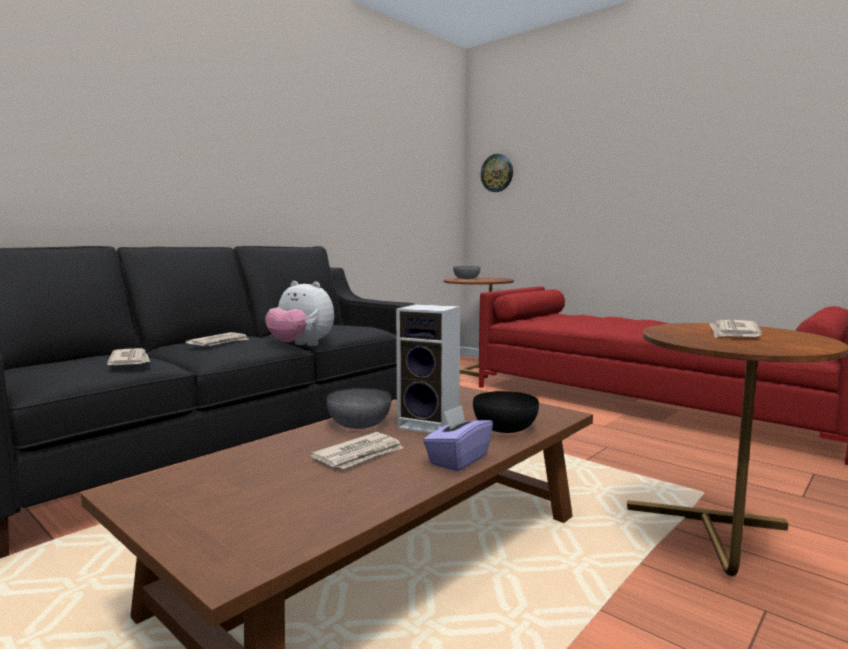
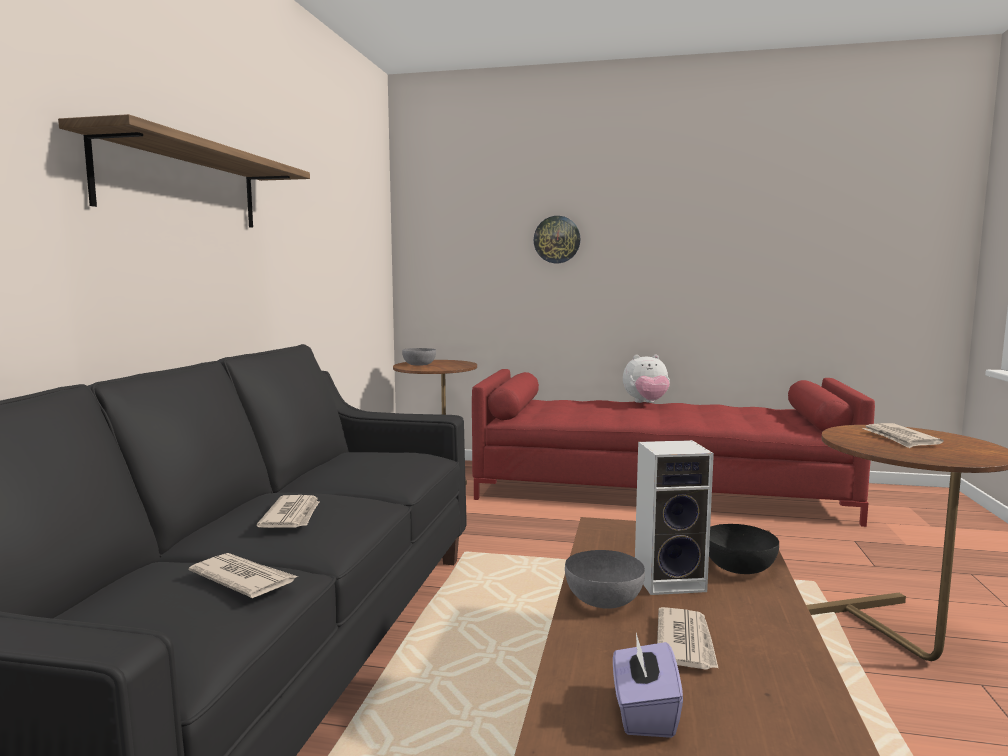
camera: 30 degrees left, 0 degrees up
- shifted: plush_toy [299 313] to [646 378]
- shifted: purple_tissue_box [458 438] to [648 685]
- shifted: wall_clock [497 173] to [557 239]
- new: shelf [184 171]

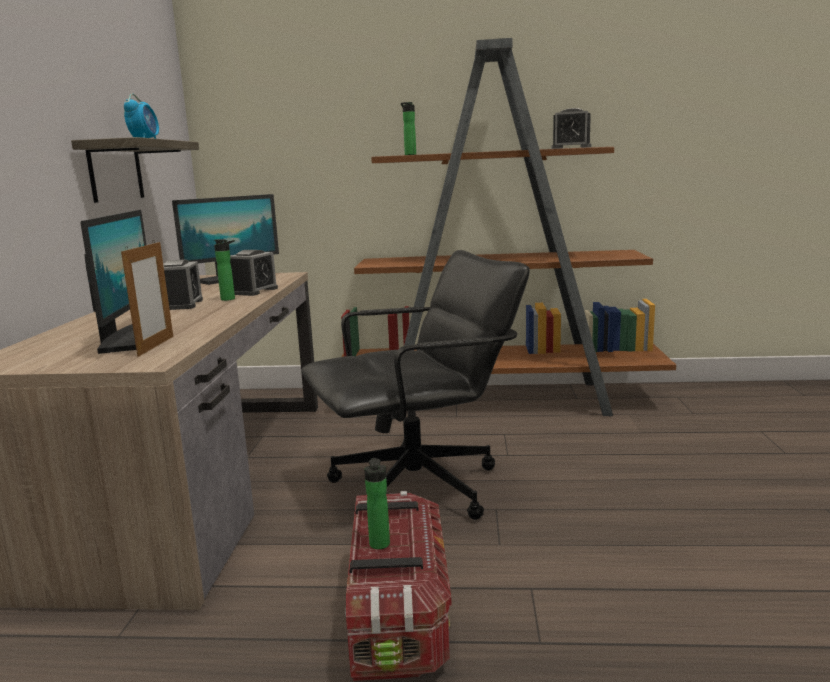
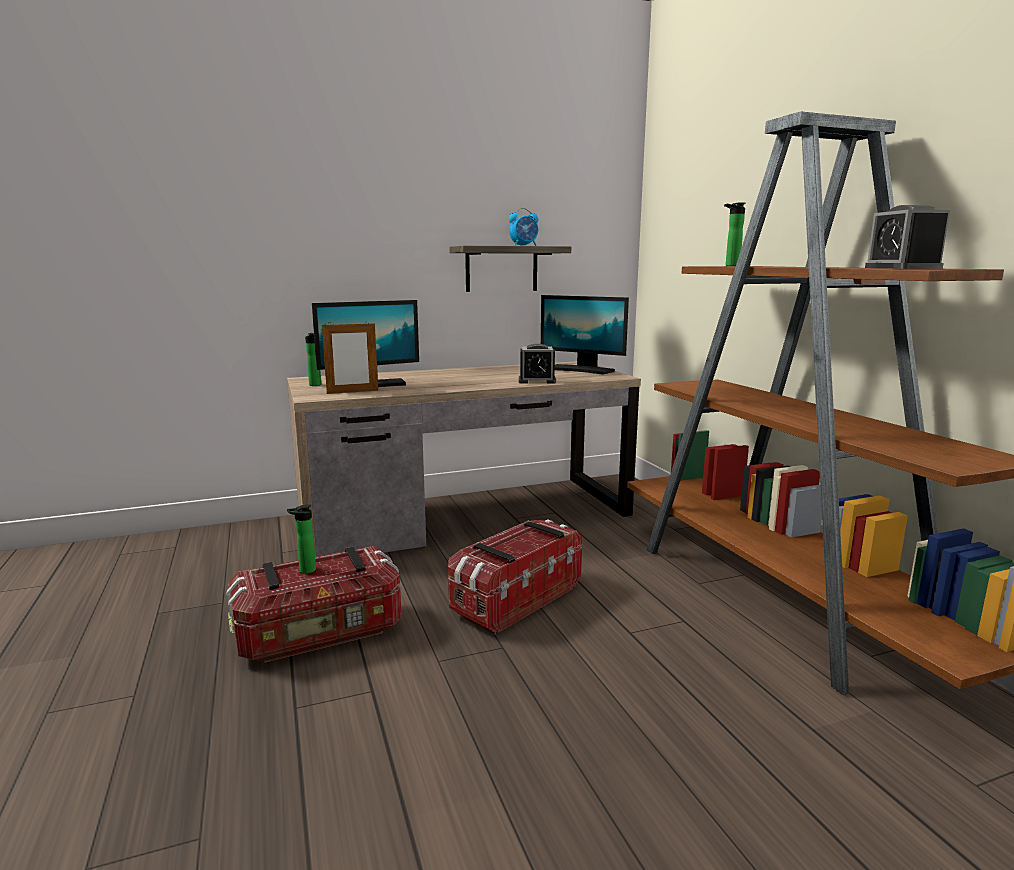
camera: 65 degrees right, 0 degrees up
- gone: alarm_clock [183 284]
- shifted: bottle [224 270] to [313 359]
- swapped: black_office_chair [416 385] to storage_box [515 577]

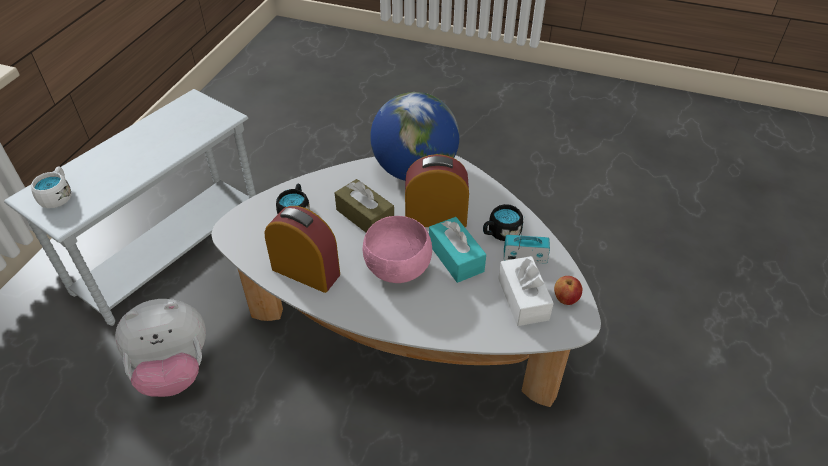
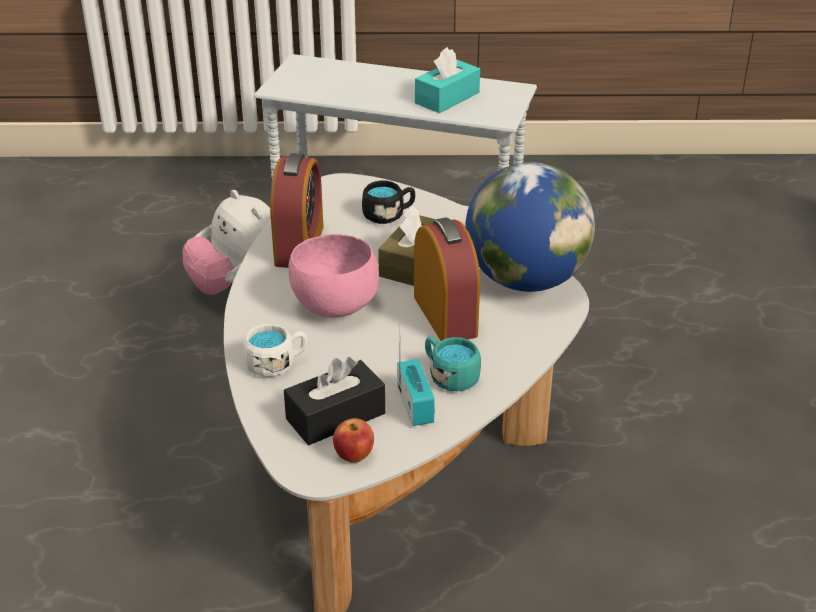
camera: 70 degrees right, 10 degrees down
- shifted: white_mug [51 187] to [275 350]
- shifted: turquoise_tissue_box [457 250] to [447 80]
- repainted: black_mug [503 222] to turquoise_mug [453 363]
- repainted: white_tissue_box [526 291] to black_tissue_box [334 401]

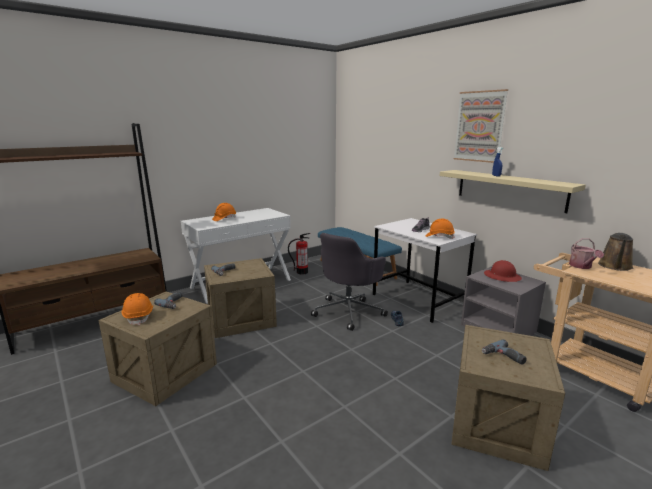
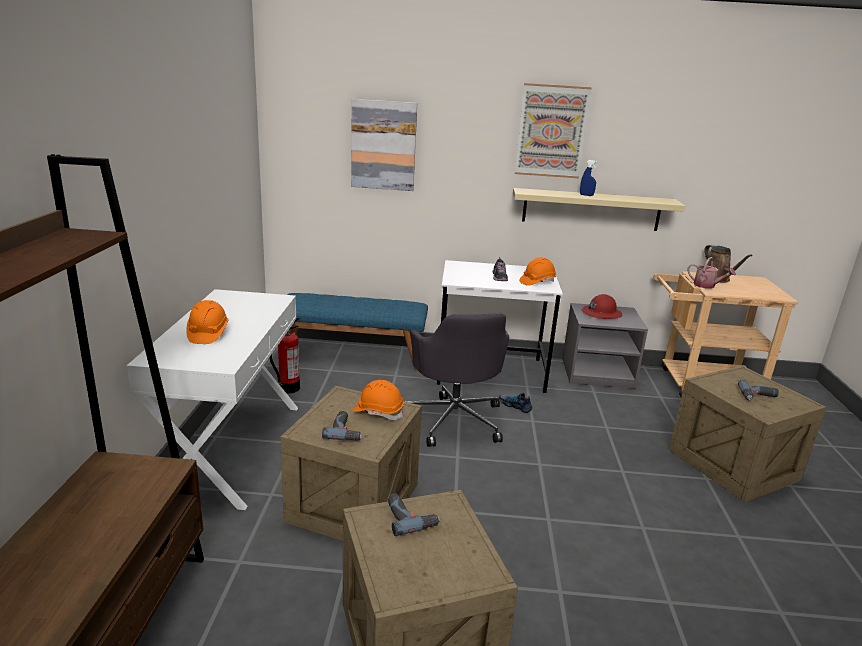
camera: 50 degrees left, 5 degrees up
- shifted: orange_hard_hat [137 309] to [378 400]
- new: picture [384 145]

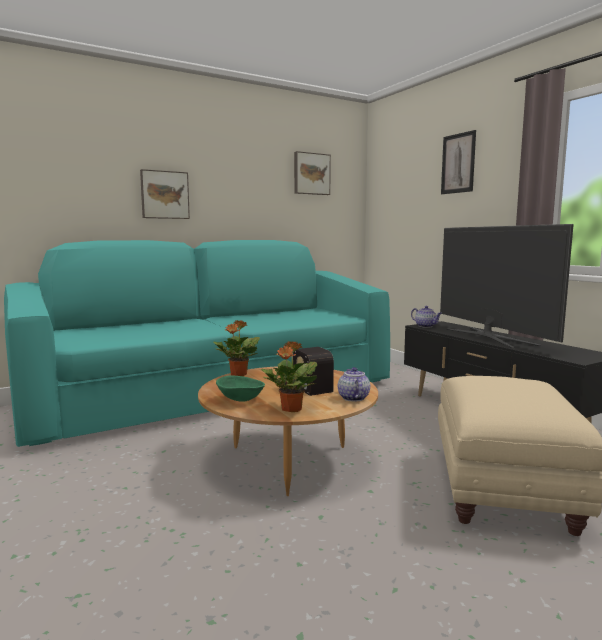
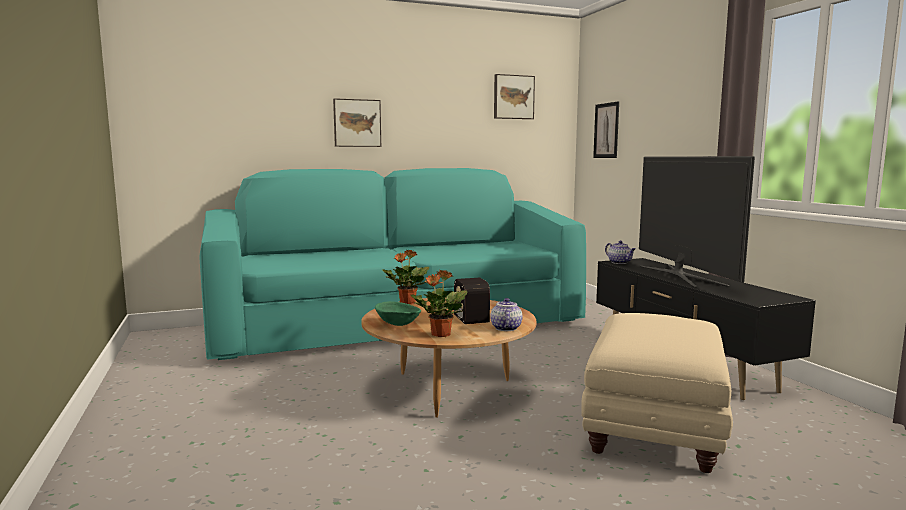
camera: 10 degrees right, 0 degrees up
- shifted: picture [458 162] to [606 129]

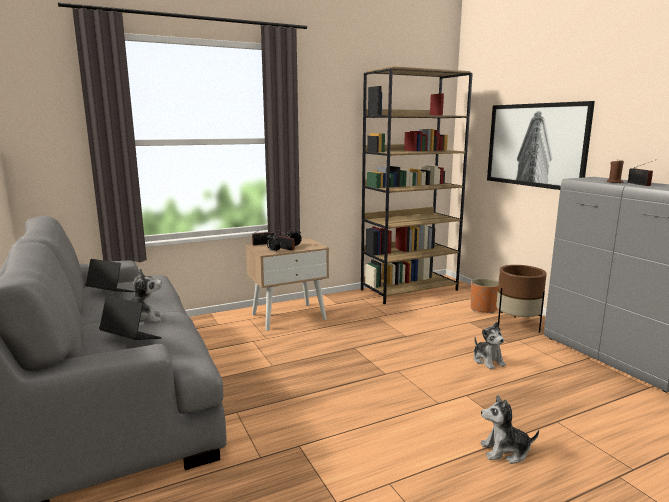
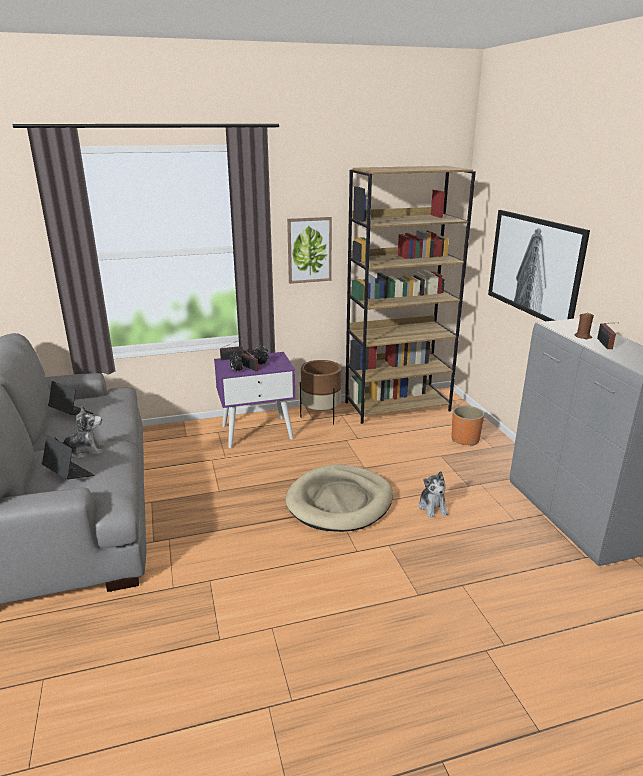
camera: 10 degrees right, 10 degrees up
- repainted: beige_nightstand [287 284] to purple_nightstand [255 400]
- gone: plush_toy [510 429]
- shifted: brown_planter [521 299] to [320 392]
- new: beige_dog_bed [339 498]
- new: picture [309 250]

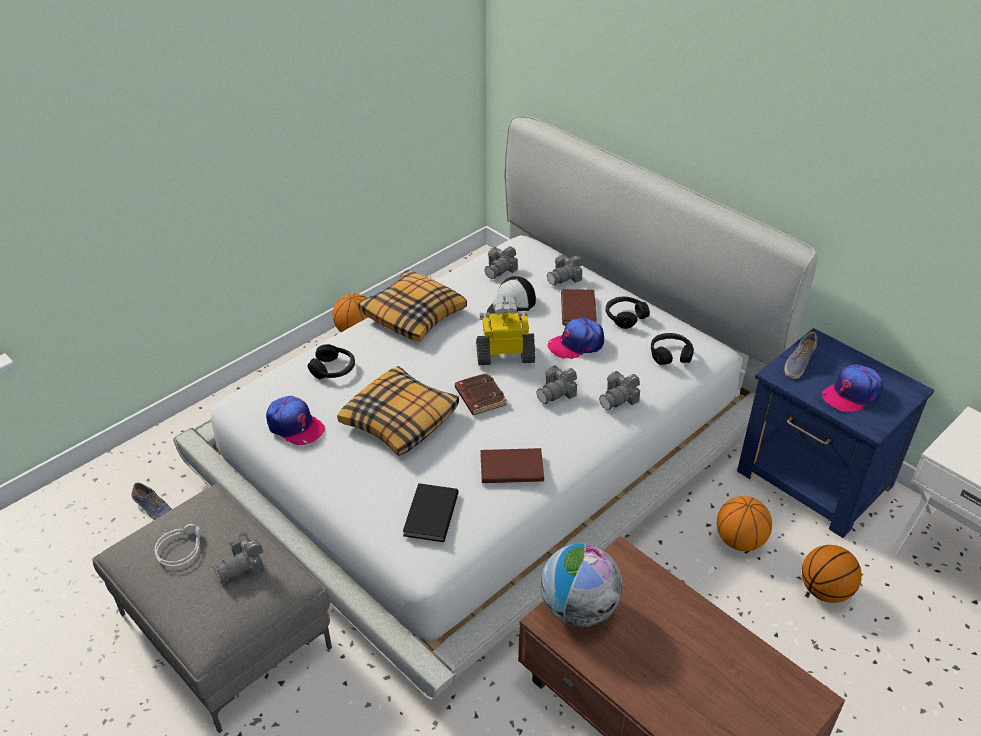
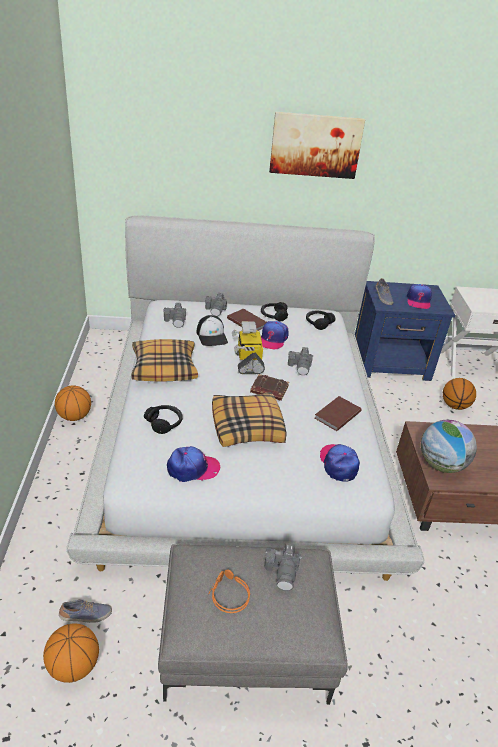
camera: 50 degrees left, 5 degrees down
- repainted: grey_headphones [178 545] to orange_headphones [229 591]
- swapped: black_book [431 512] to cap [340 463]
- rotated: toy_robot [505 330] = [248 347] 45 degrees counterclockwise
- gone: photo_camera [619 390]
- shifted: basketball [744 523] to [71 653]
- new: picture [317 145]

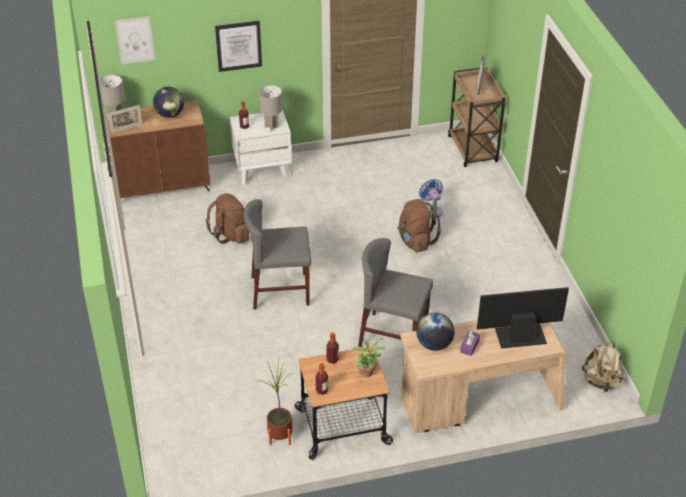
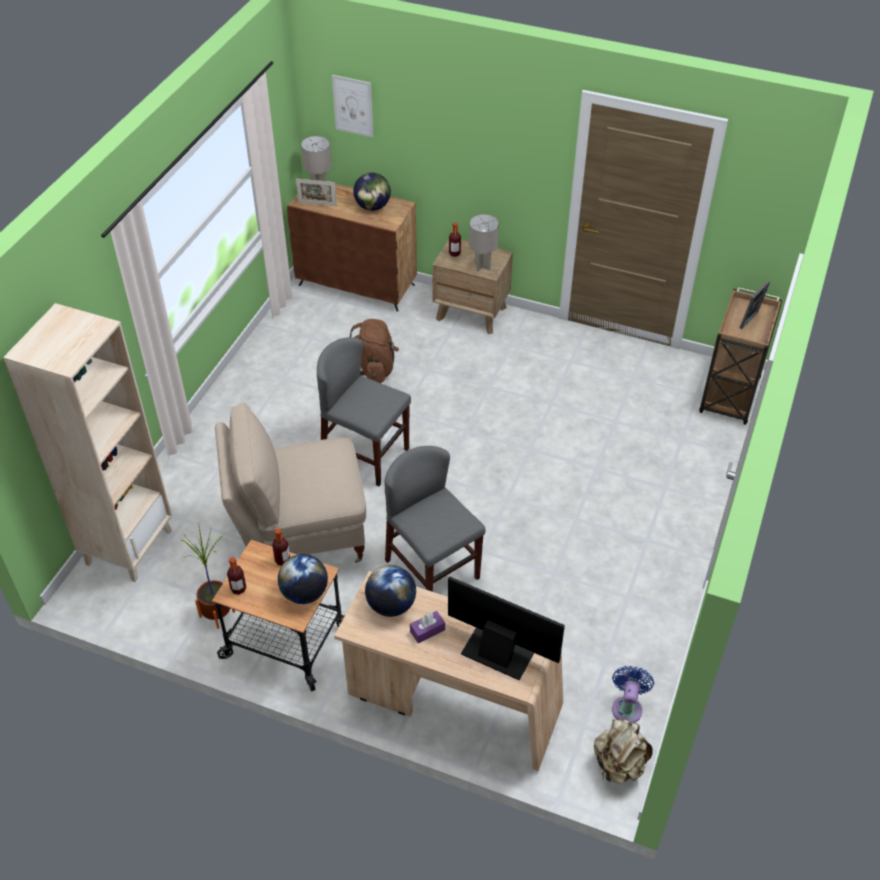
camera: 35 degrees right, 5 degrees up
- gone: picture [238 46]
- repainted: white_nightstand [261 147] to brown_nightstand [473 286]
- swapped: potted_plant [368 357] to globe [303 579]
- gone: brown_backpack [419 225]
- shifted: blue_fan [431 198] to [633 694]
- new: beige_bookcase [87 442]
- new: beige_chair [290 483]

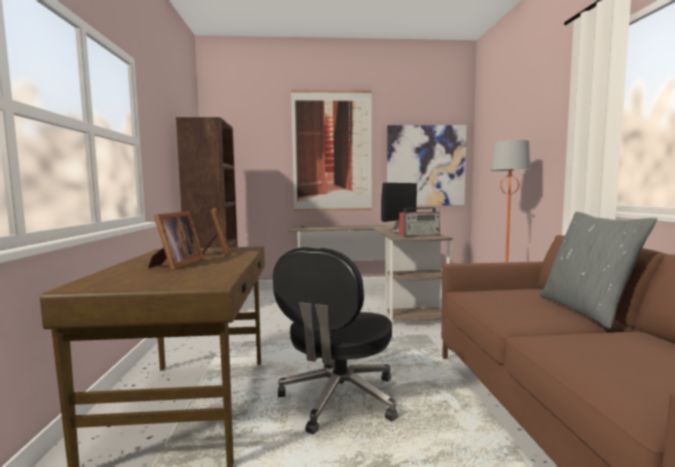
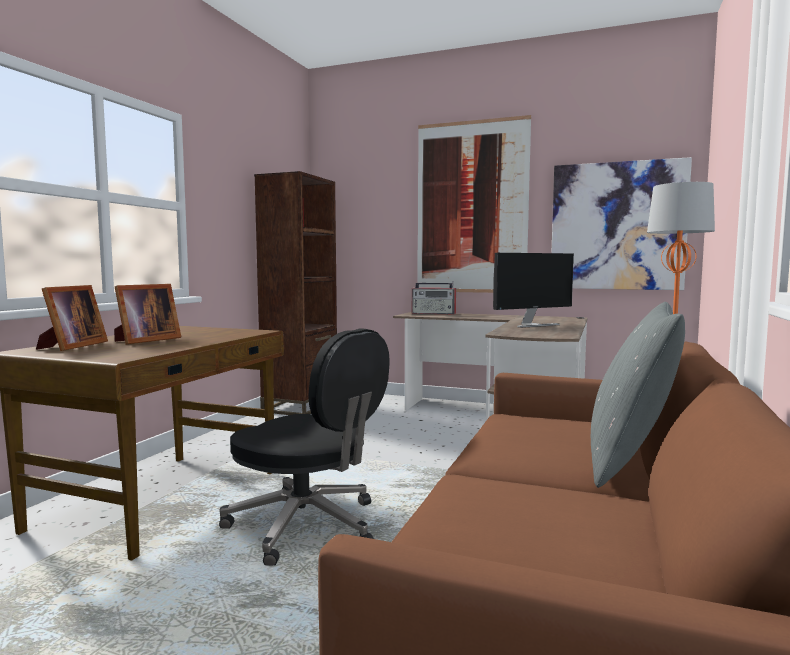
camera: 25 degrees right, 0 degrees up
- shifted: picture_frame [215 231] to [72 318]
- rotated: black_office_chair [335 341] = [304 447] 105 degrees counterclockwise
- shifted: radio [419 221] to [434 297]

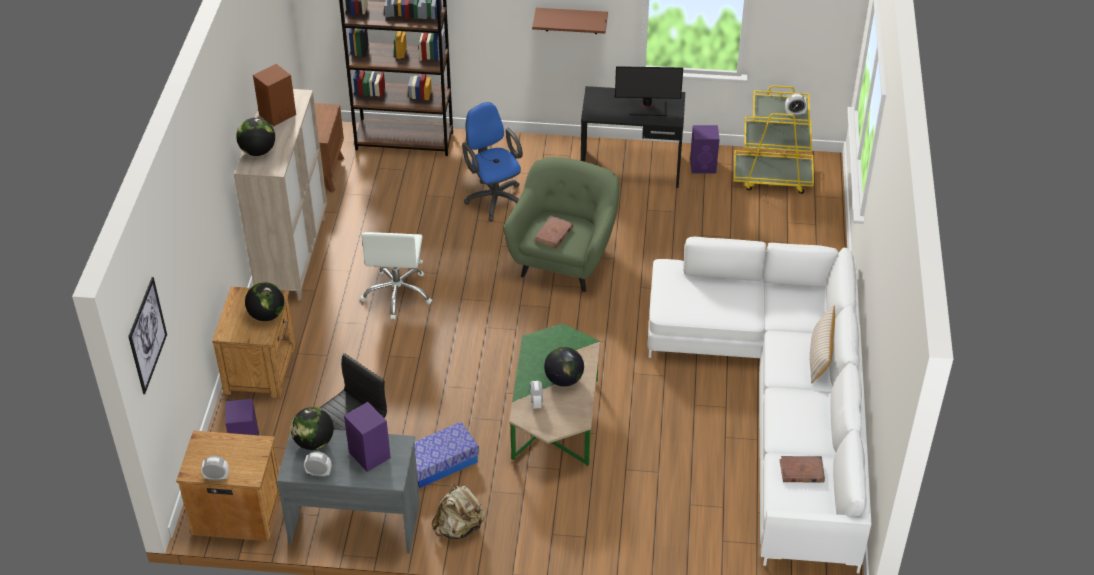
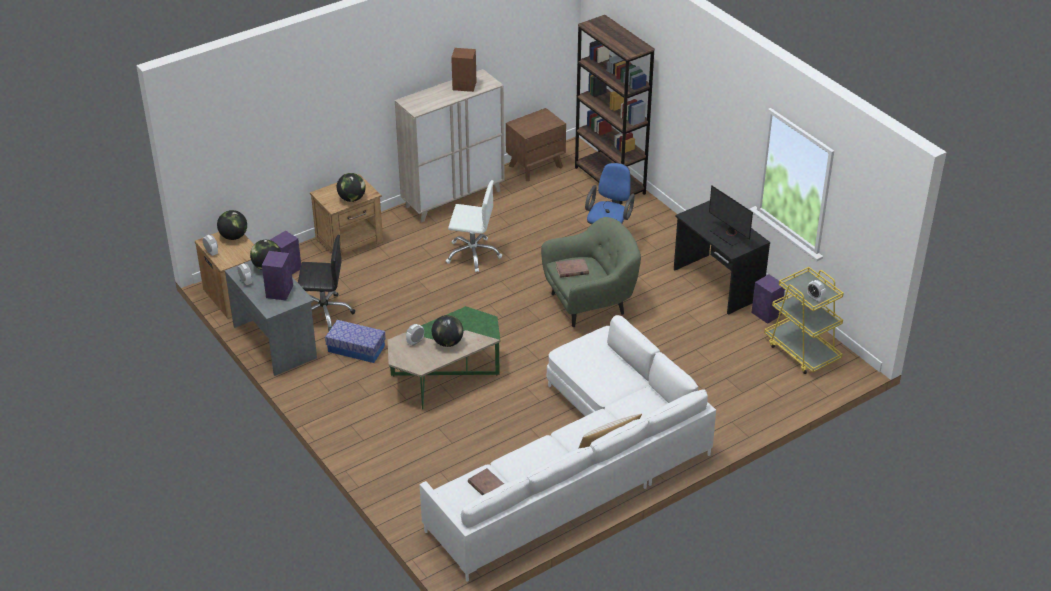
camera: 50 degrees right, 5 degrees down
- gone: picture [147 335]
- shifted: globe [255 137] to [232 225]
- rotated: white_office_chair [396 275] = [474 226] 135 degrees counterclockwise
- gone: beige_backpack [459 511]
- gone: brown_shelf [570 21]

